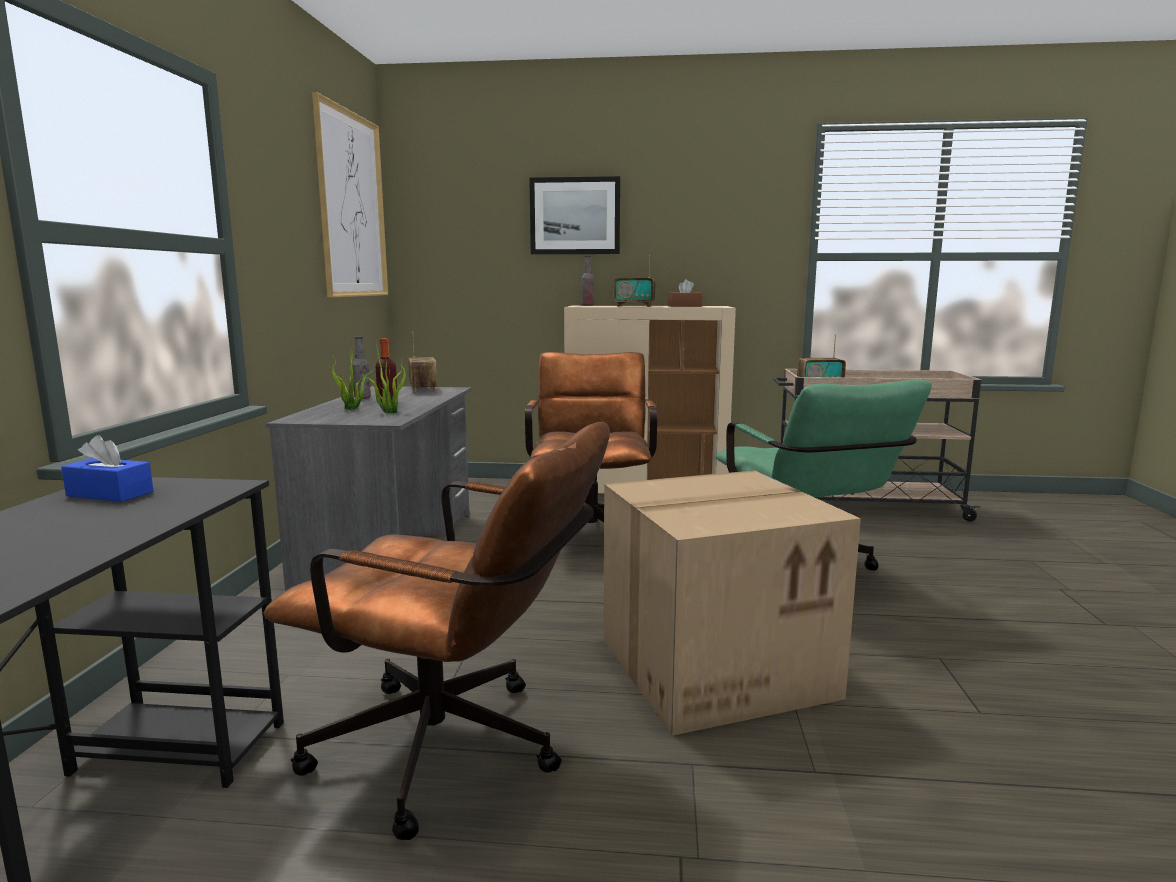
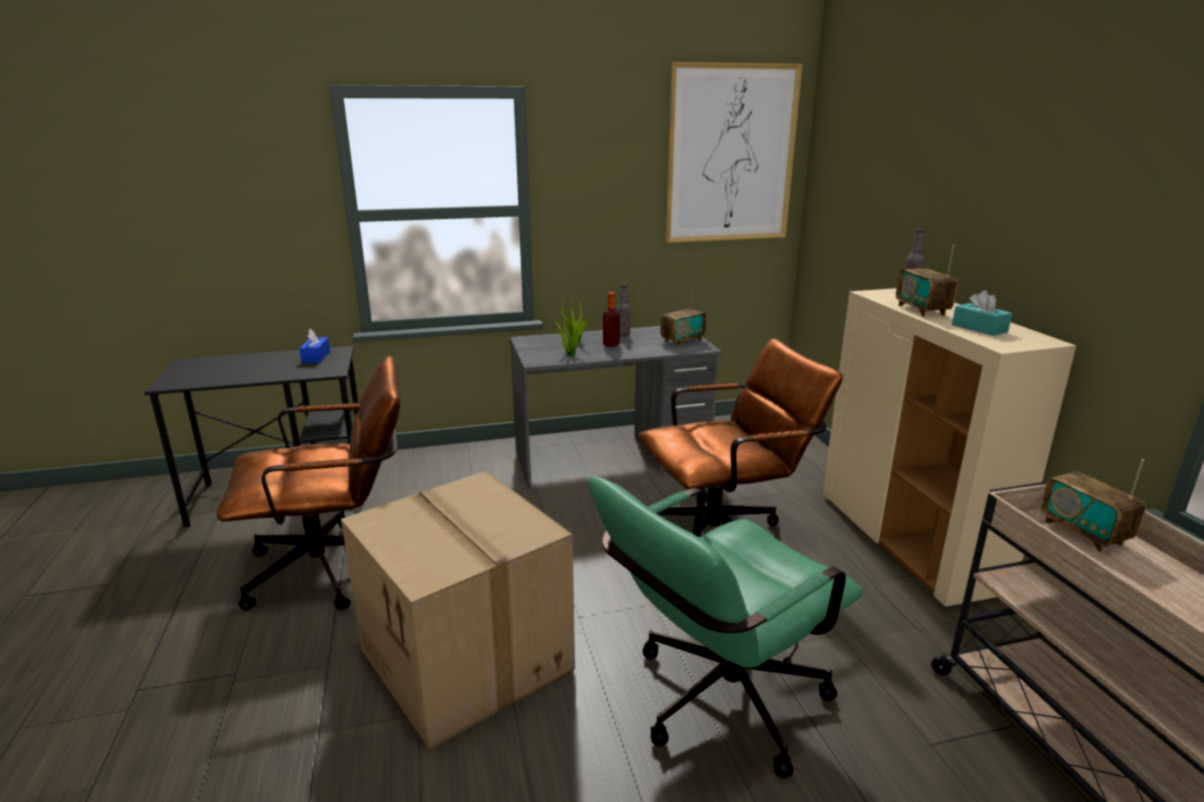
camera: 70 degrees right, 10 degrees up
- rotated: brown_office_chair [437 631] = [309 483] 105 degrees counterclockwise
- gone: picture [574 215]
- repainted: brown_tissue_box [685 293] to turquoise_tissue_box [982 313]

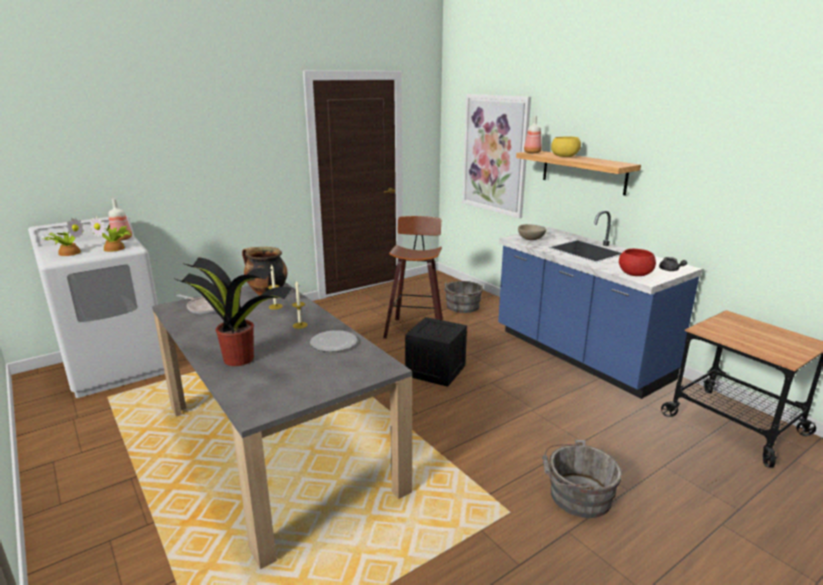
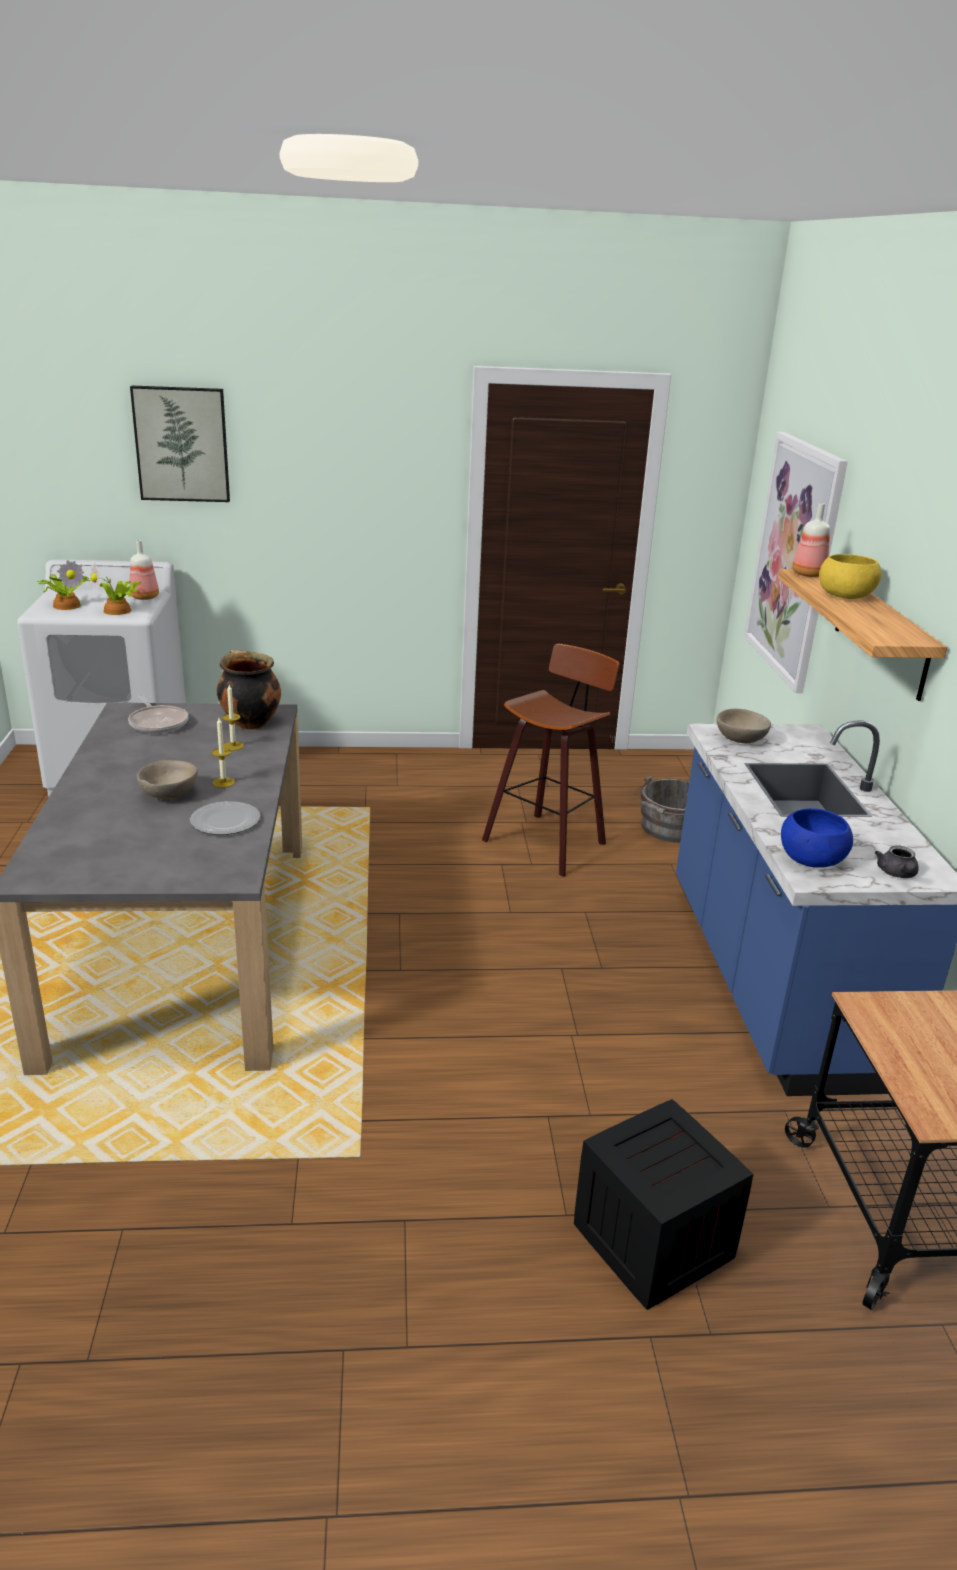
camera: 30 degrees right, 5 degrees up
- gone: potted_plant [232 311]
- shifted: crate [436 352] to [663 1204]
- gone: grey_bucket [582 479]
- repainted: red_bowl [637 262] to blue_bowl [817 838]
- new: picture [180 444]
- new: beige_bowl [167 780]

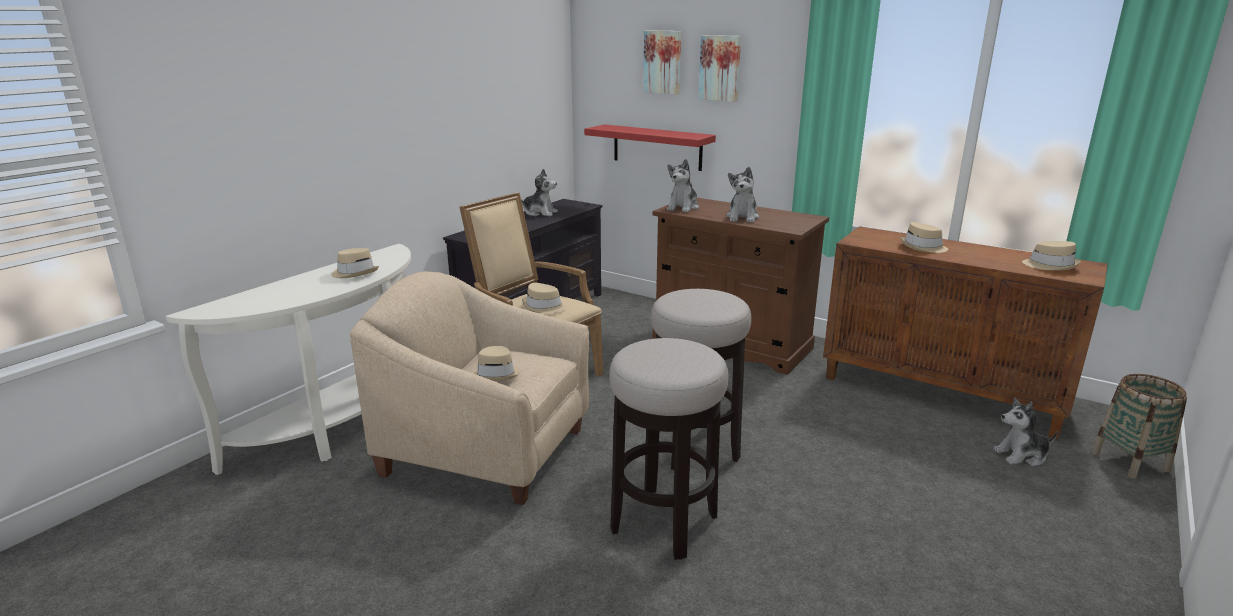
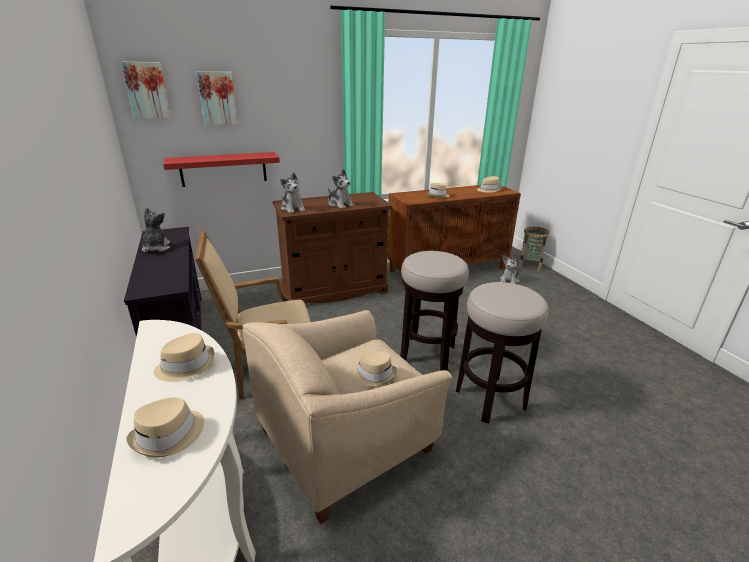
camera: 55 degrees left, 5 degrees up
- rotated: plush_toy [539 192] = [156 229] 60 degrees counterclockwise
- shifted: beige_hat [544 298] to [165 427]
- shifted: picture [719 68] to [146 90]

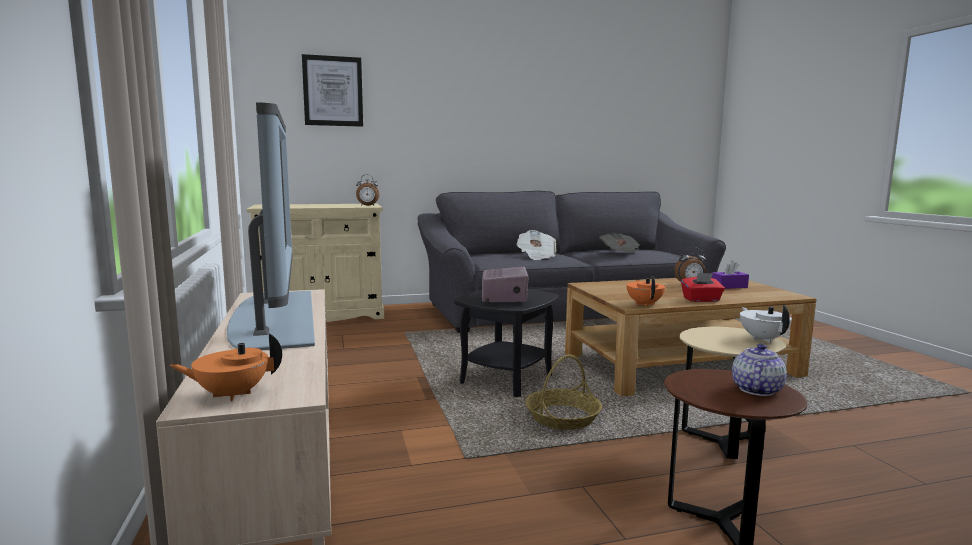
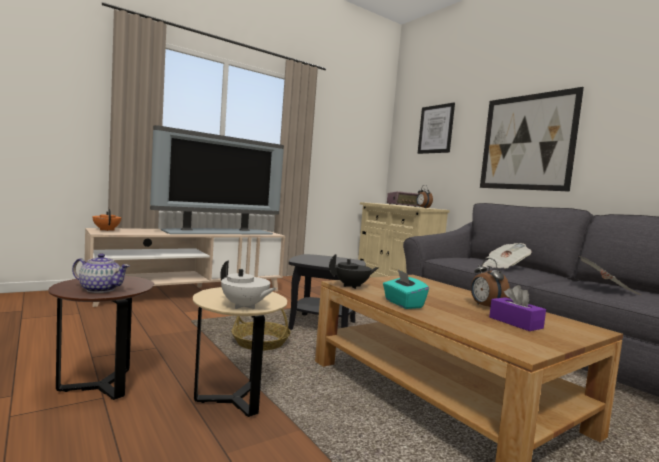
camera: 70 degrees right, 5 degrees down
- shifted: radio [504 285] to [403 199]
- repainted: orange_teapot [646 291] to black_teapot [353 271]
- repainted: red_tissue_box [703 287] to turquoise_tissue_box [406 289]
- rotated: white_teapot [766 324] = [248 284] 60 degrees clockwise
- new: picture [532 139]

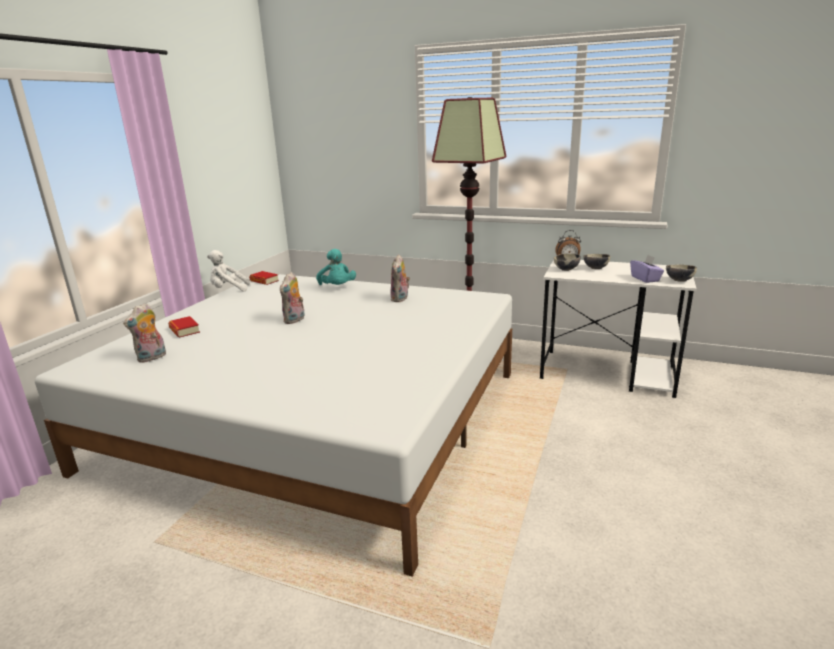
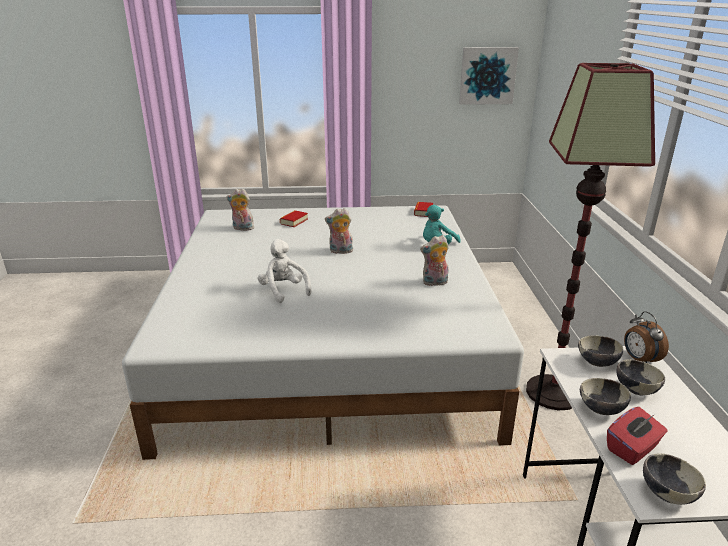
camera: 65 degrees right, 5 degrees up
- shifted: white_plush_toy [228 271] to [284 271]
- repainted: purple_tissue_box [647 269] to red_tissue_box [637 436]
- new: picture [489 76]
- new: bowl [605 396]

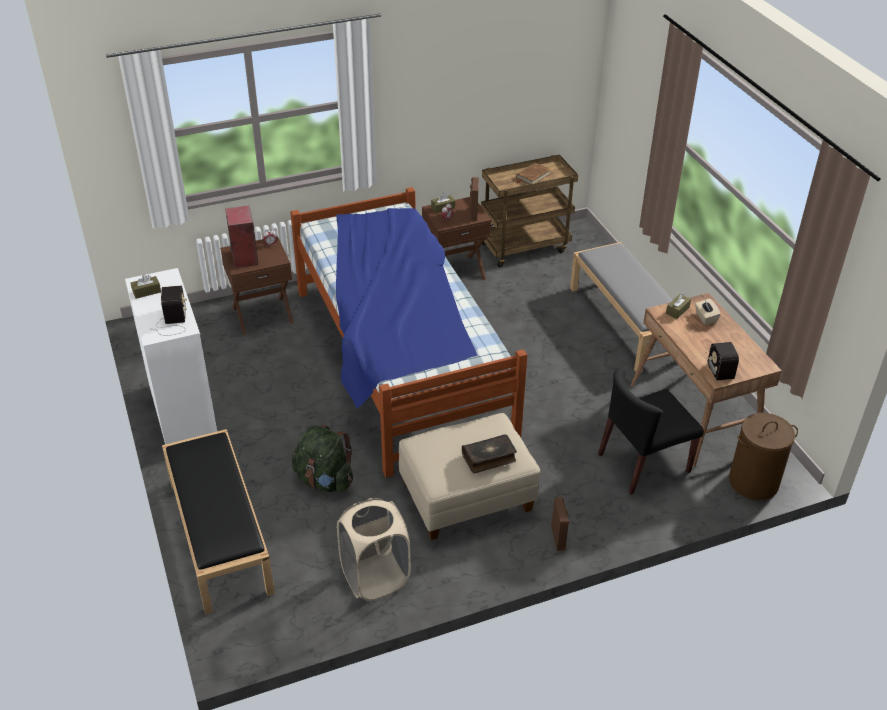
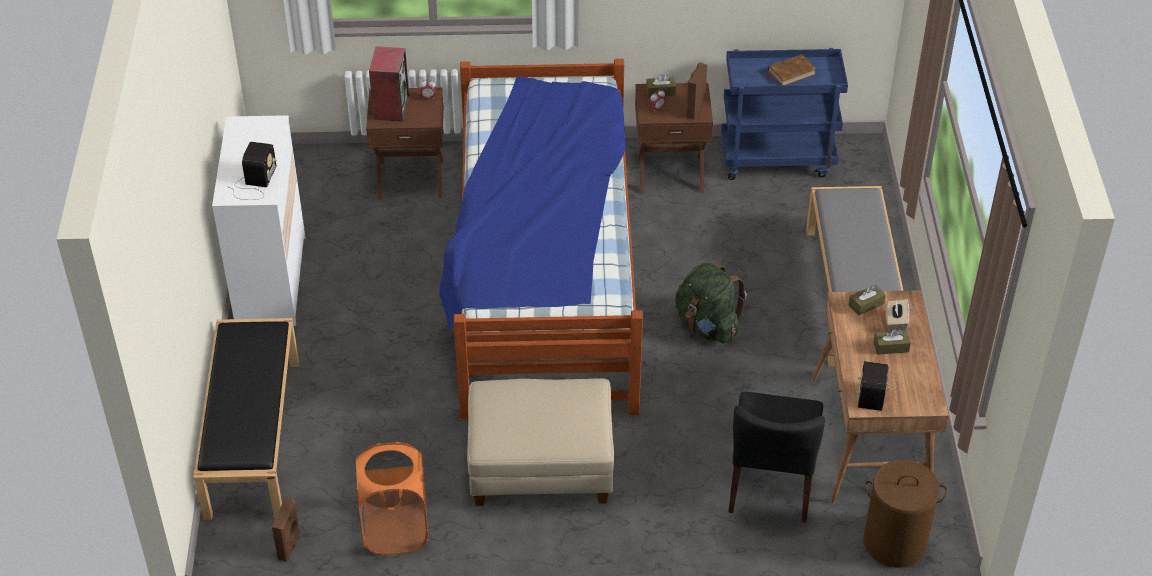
camera: 20 degrees right, 5 degrees up
- shifted: brown_tissue_box [146 286] to [892 342]
- shifted: green_backpack [322 458] to [711 303]
- repainted: beige_laundry_basket [374 549] to orange_laundry_basket [392 498]
- gone: book [489 453]
- repainted: brown_cart [529 211] to blue_cart [784 114]
- shifted: brown_speaker [560 524] to [286 529]
- rotated: black_chair [651 431] = [777 457] 75 degrees counterclockwise

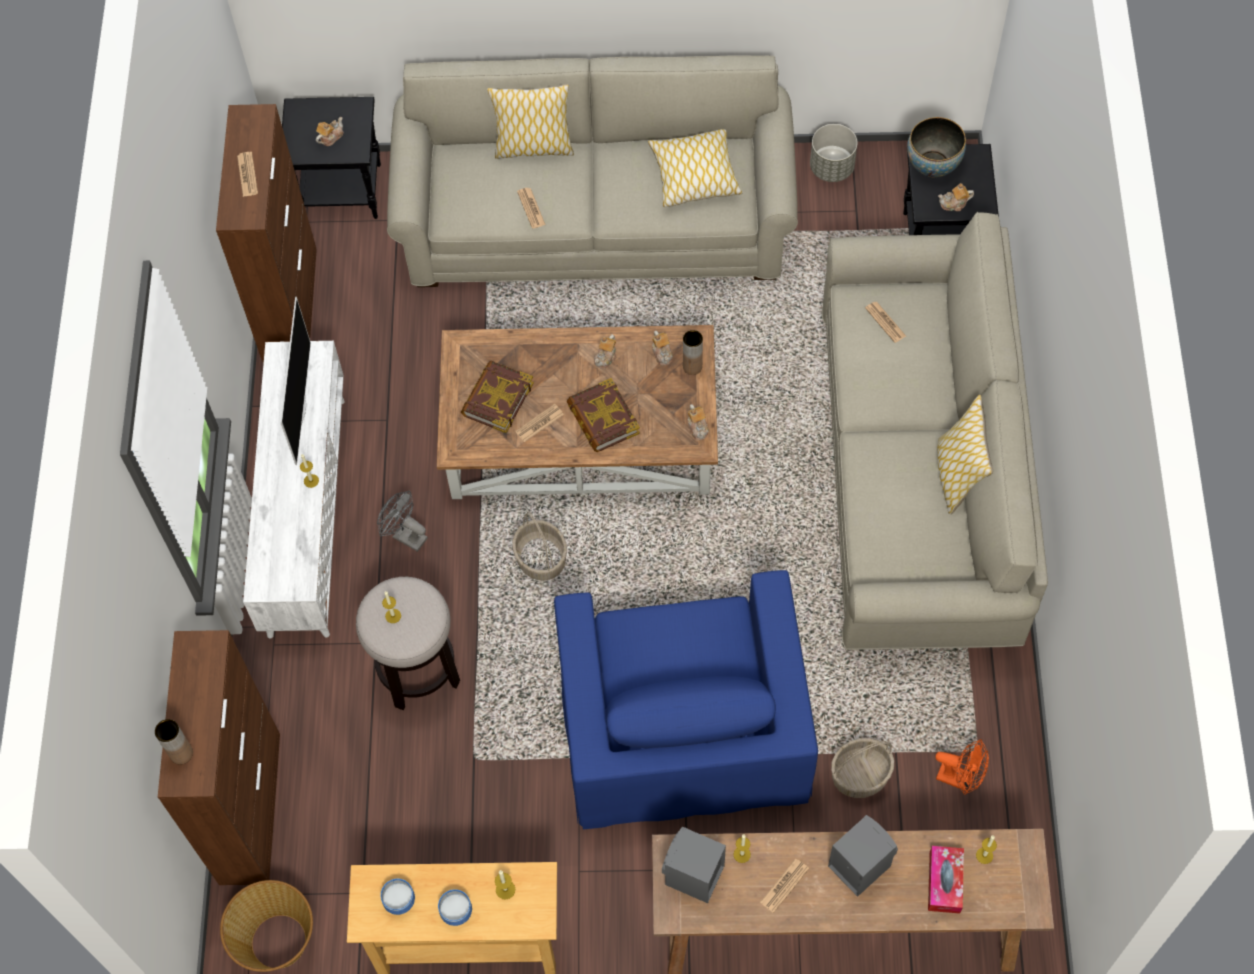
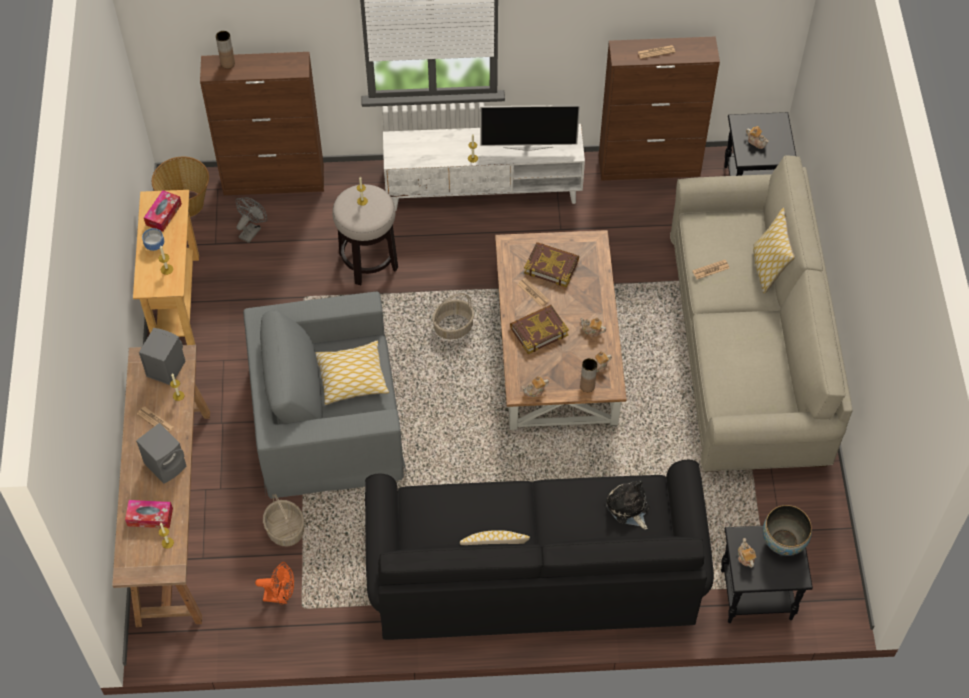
camera: 85 degrees right, 5 degrees down
- shifted: grey_fan [402 521] to [251 220]
- swapped: bowl [398 897] to tissue_box [163 211]
- repainted: blue_armchair [686 699] to grey_armchair [325 395]
- shifted: pillow [695 168] to [352 373]
- gone: grey_planter [834 153]
- repainted: beige_sofa [935 431] to black_sofa [539 550]
- swapped: newspaper [885 322] to plush_toy [627 505]
- rotated: orange_fan [962 767] = [274 583] 105 degrees counterclockwise

